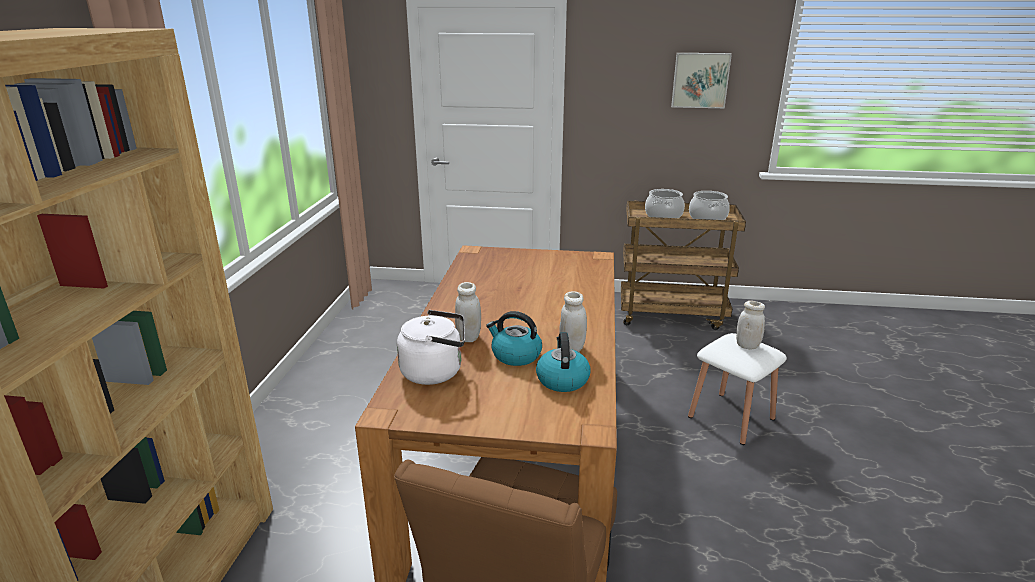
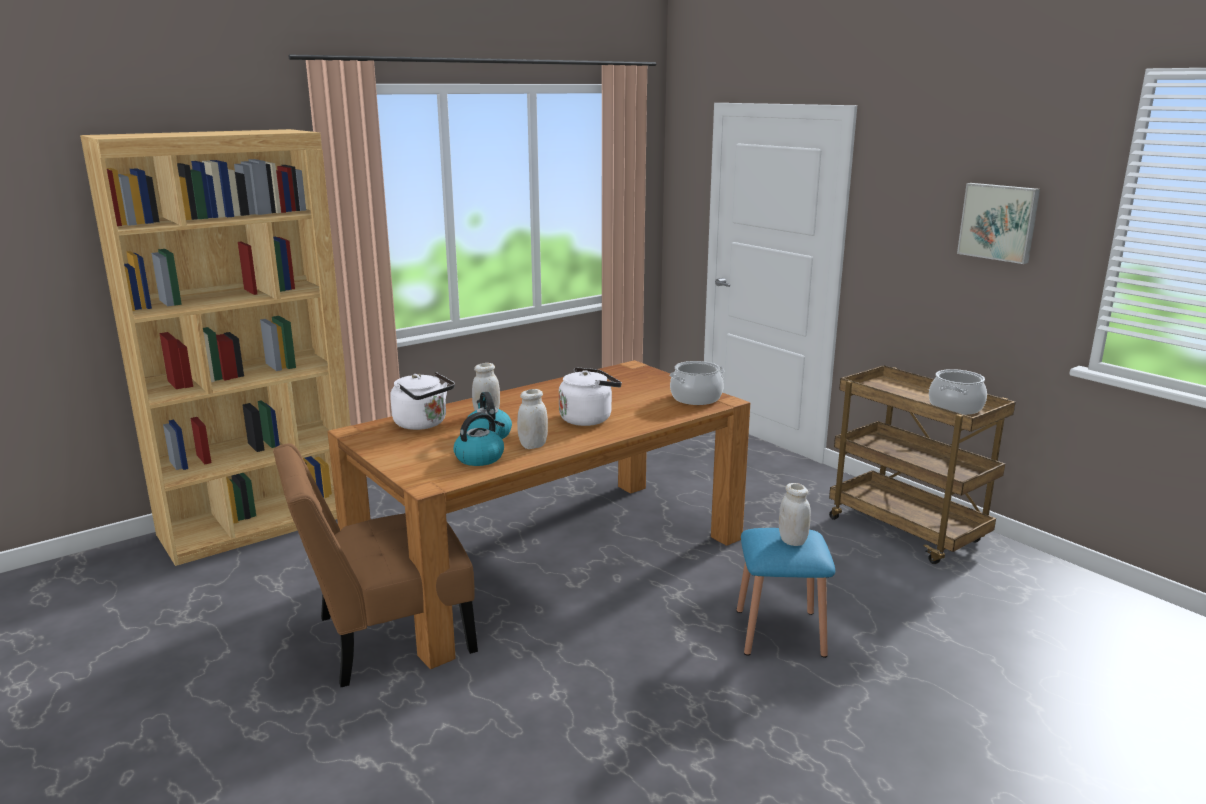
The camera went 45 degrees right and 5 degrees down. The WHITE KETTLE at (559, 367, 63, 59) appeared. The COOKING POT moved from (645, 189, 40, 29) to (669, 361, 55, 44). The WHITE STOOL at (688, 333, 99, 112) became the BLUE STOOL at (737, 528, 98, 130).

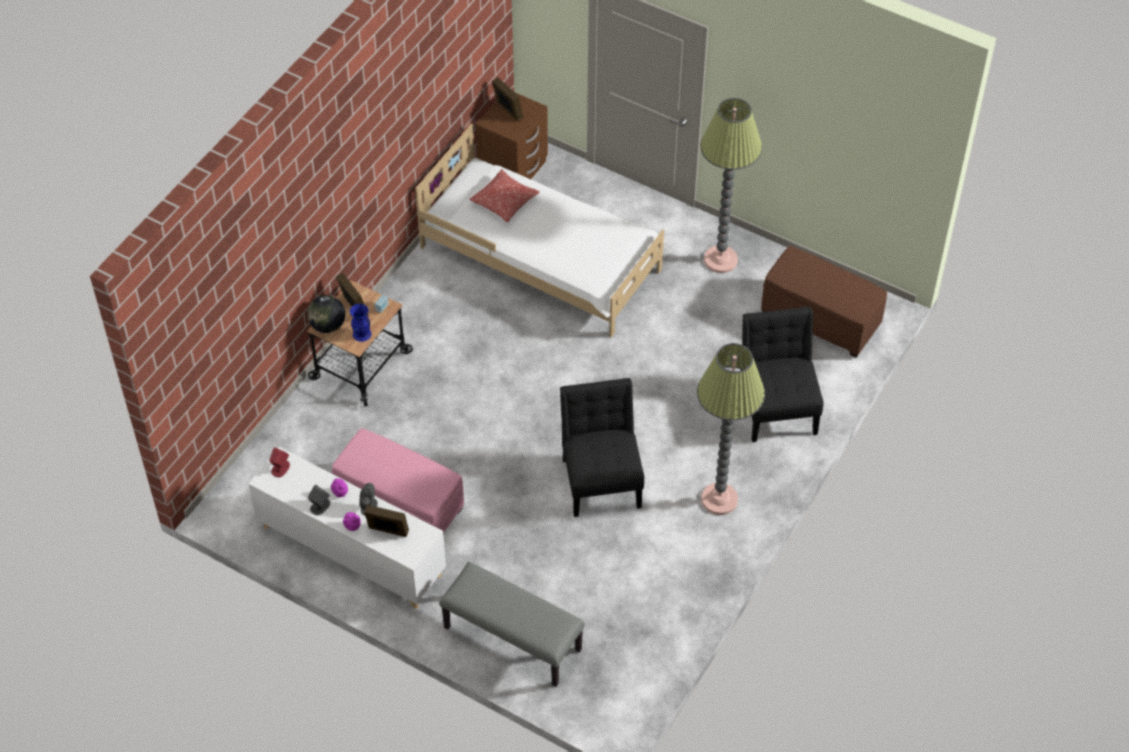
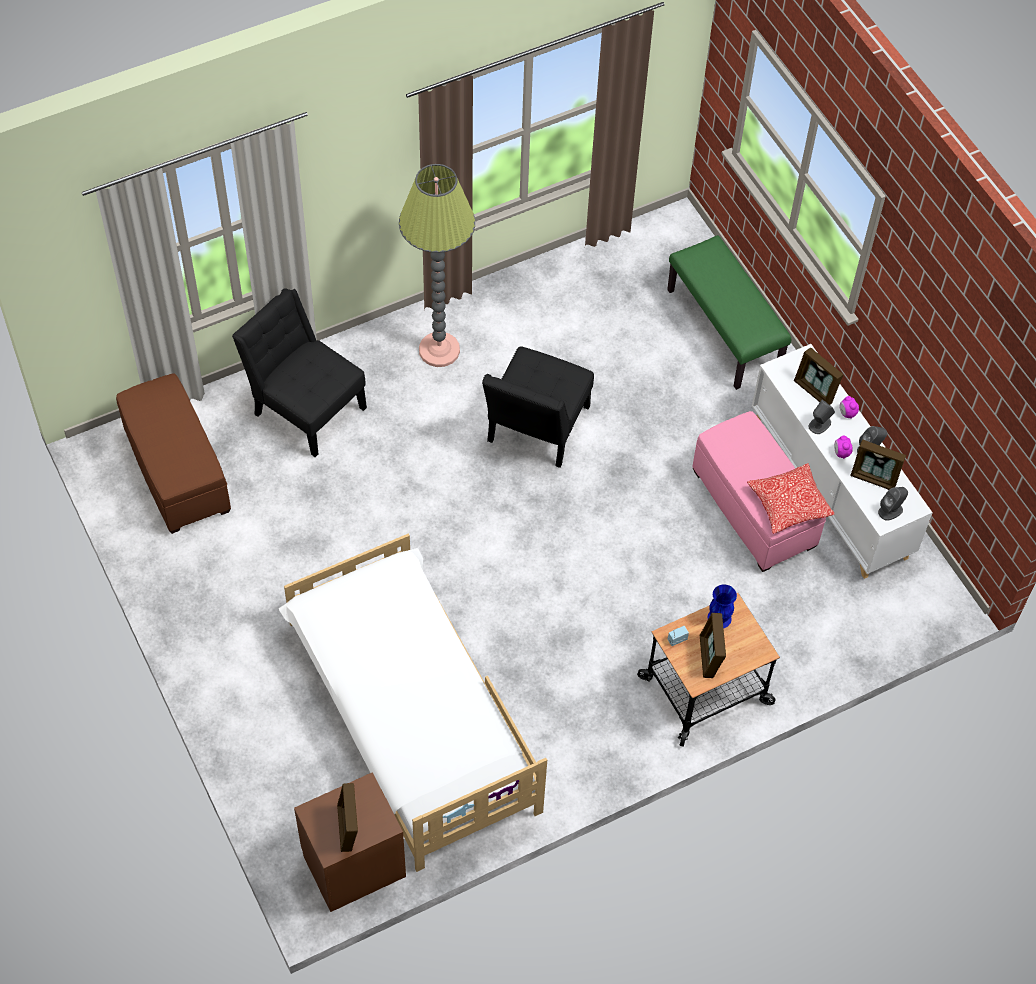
The camera went 150 degrees left and 5 degrees up. The GLOBE at (307, 295, 38, 38) disappeared. The FLOOR LAMP at (700, 98, 62, 175) disappeared. The PICTURE FRAME at (850, 440, 56, 50) appeared. The PILLOW moved from (470, 169, 70, 54) to (747, 463, 87, 71). The RED SPEAKER at (269, 447, 21, 30) became the GREY SPEAKER at (878, 487, 30, 34). The GREY BENCH at (439, 562, 146, 125) became the GREEN BENCH at (667, 235, 124, 155). The BLACK CHAIR at (740, 307, 84, 135) turned 105 degrees clockwise.

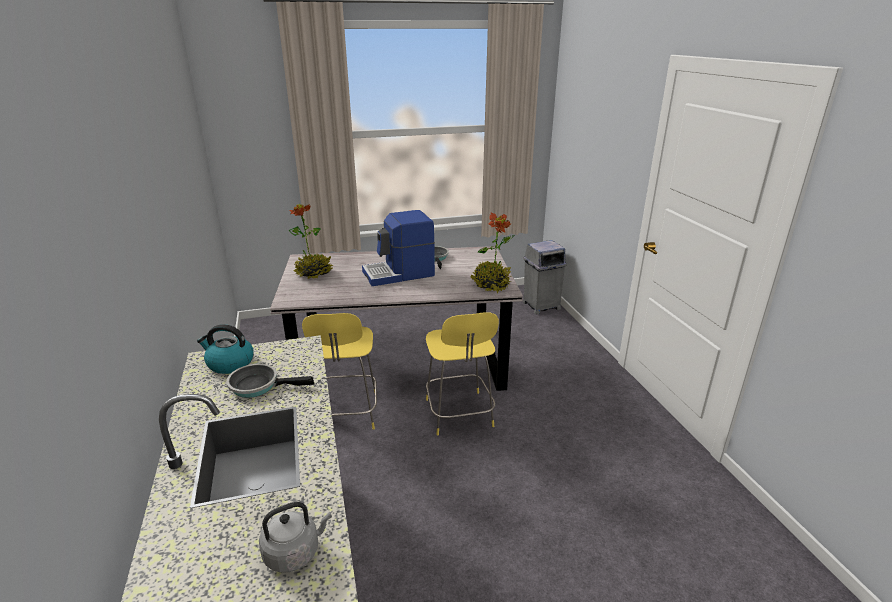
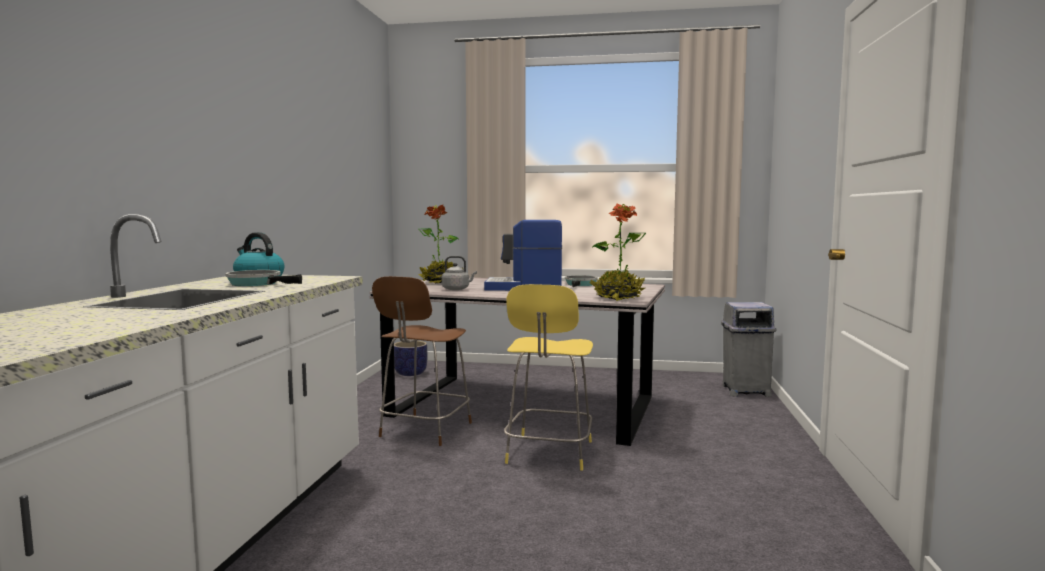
The camera went 25 degrees right and 20 degrees down. The PLANTER at (394, 341, 33, 35) appeared. The GREY KETTLE moved from (259, 502, 73, 71) to (442, 256, 35, 34). The YELLOW STOOL at (302, 313, 75, 117) became the BROWN STOOL at (372, 276, 100, 170).

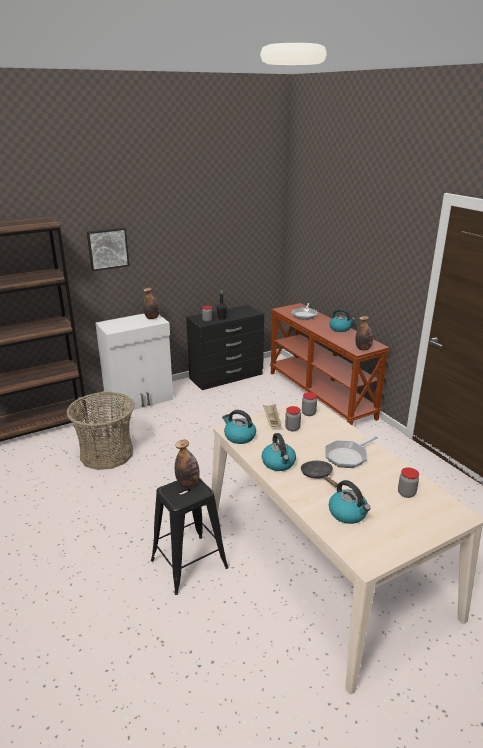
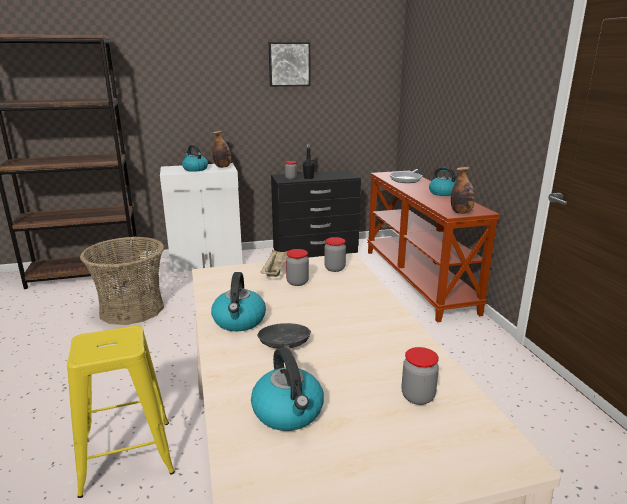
The camera went 15 degrees right and 5 degrees down. The BOTTLE at (175, 440, 25, 47) disappeared. The FRYING PAN at (325, 436, 53, 32) disappeared. The PICTURE moved from (87, 228, 42, 43) to (268, 42, 42, 45). The KETTLE moved from (222, 410, 34, 34) to (182, 145, 26, 27). The BLACK STOOL at (151, 477, 78, 118) became the YELLOW STOOL at (67, 326, 108, 172).

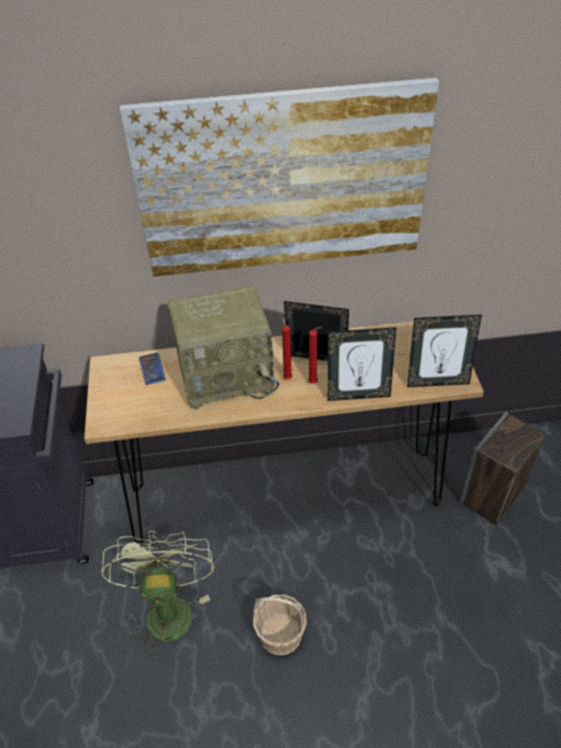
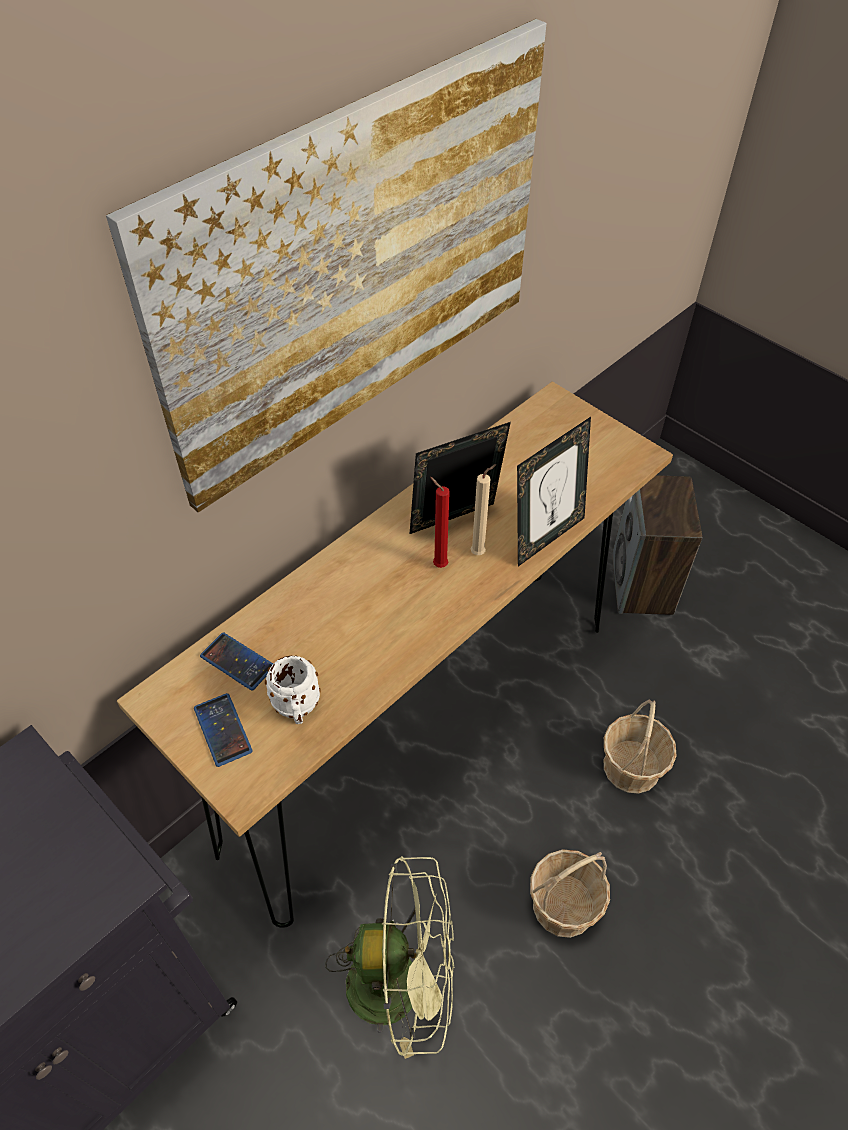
The camera went 40 degrees left and 5 degrees up. The RADIO at (168, 285, 111, 124) disappeared. The PICTURE FRAME at (407, 314, 75, 73) disappeared. The PHONE at (194, 693, 58, 74) appeared. The WHITE MUG at (265, 656, 55, 68) appeared. The BASKET at (604, 699, 73, 95) appeared. The RED CANDLE at (308, 327, 14, 57) became the BEIGE CANDLE at (471, 464, 26, 91). The GREEN FAN at (101, 531, 113, 126) turned 135 degrees clockwise.

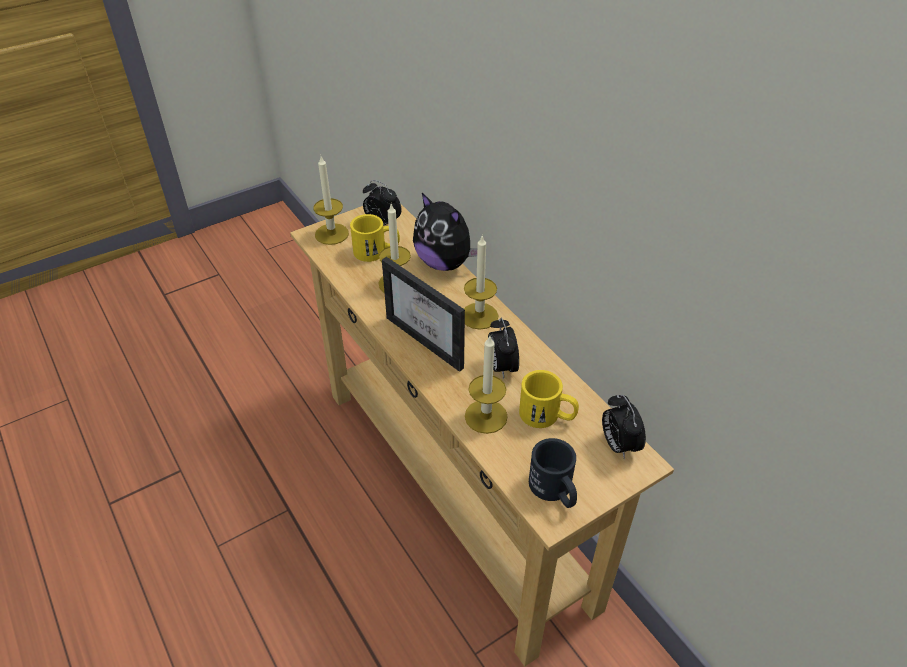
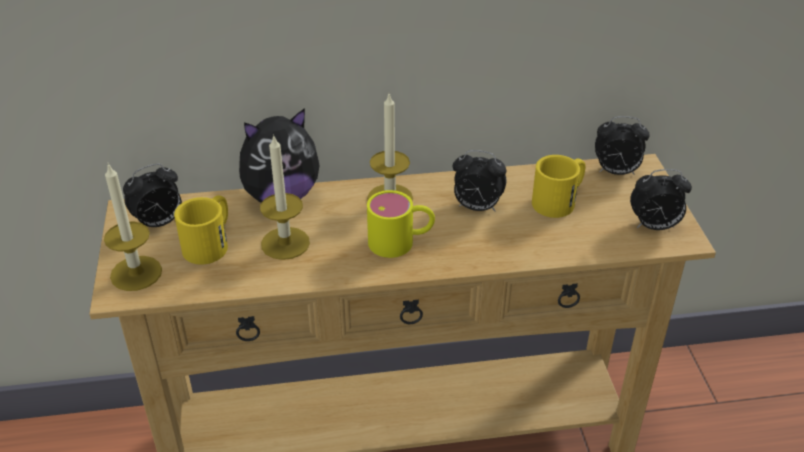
The camera went 65 degrees left and 5 degrees down. The CANDLE at (465, 336, 43, 98) disappeared. The PICTURE FRAME at (382, 257, 83, 115) was replaced by the YELLOW MUG at (367, 190, 68, 68). The BLACK MUG at (529, 438, 48, 70) was replaced by the ALARM CLOCK at (630, 169, 62, 61).

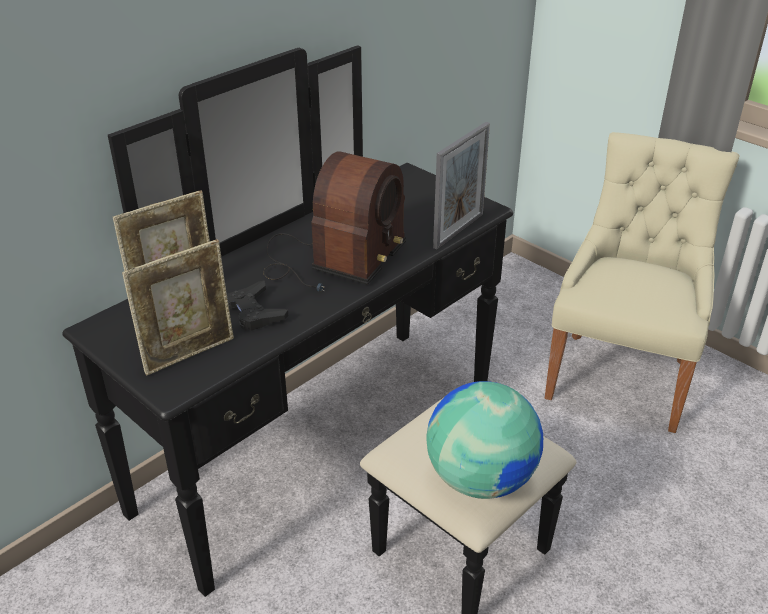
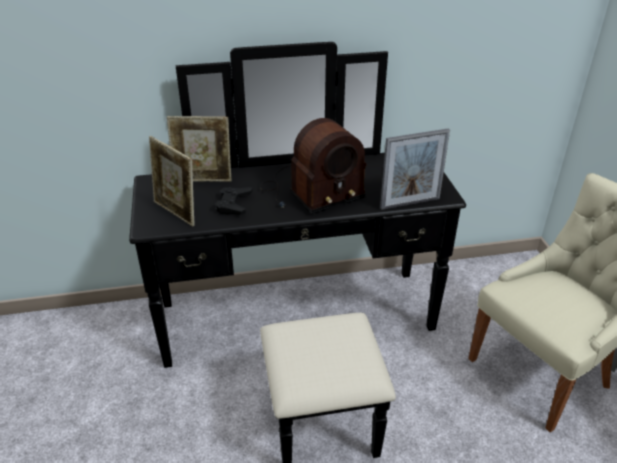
The camera went 35 degrees right and 0 degrees up. The GLOBE at (426, 381, 117, 118) disappeared. The PICTURE FRAME at (122, 239, 112, 137) turned 45 degrees clockwise.

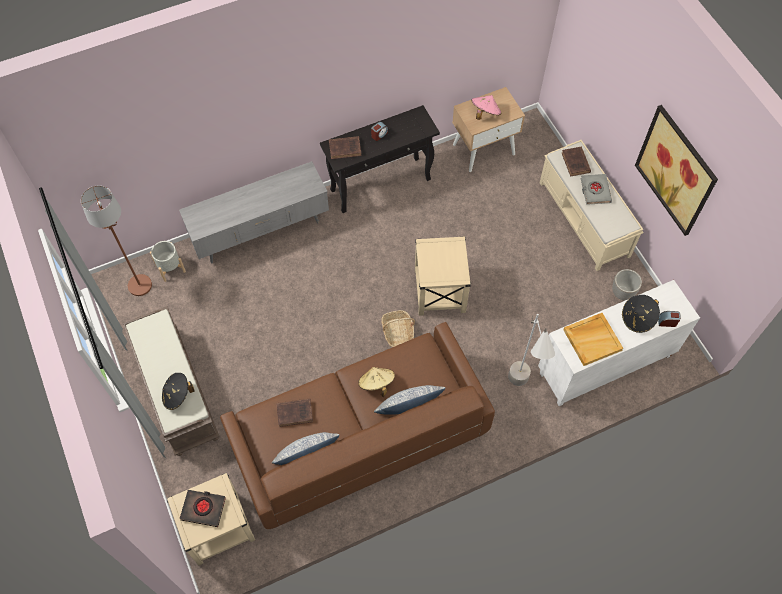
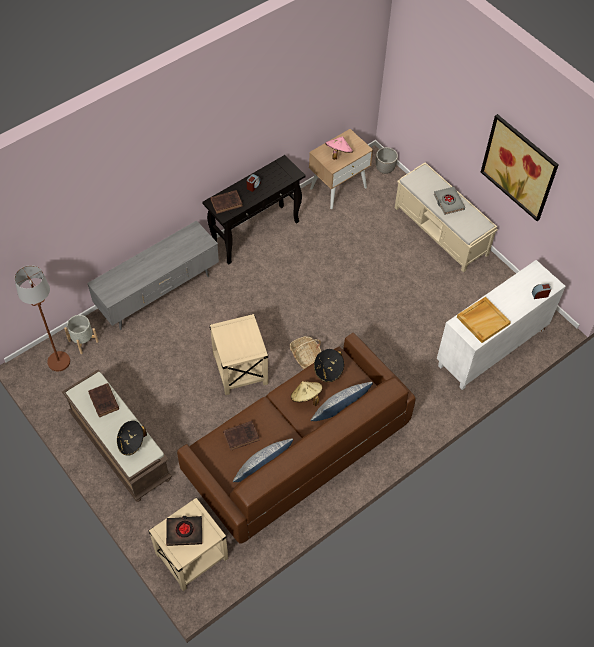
The camera went 15 degrees left and 5 degrees down. The GREY FLOOR LAMP at (508, 314, 47, 72) disappeared. The BEIGE SIDE TABLE moved from (415, 236, 56, 80) to (210, 314, 58, 81). The BROWN BOOK moved from (562, 147, 29, 29) to (88, 383, 31, 34). The PLANTER moved from (612, 269, 30, 31) to (376, 147, 22, 27). The BLACK HAT moved from (622, 295, 38, 38) to (314, 349, 30, 33).

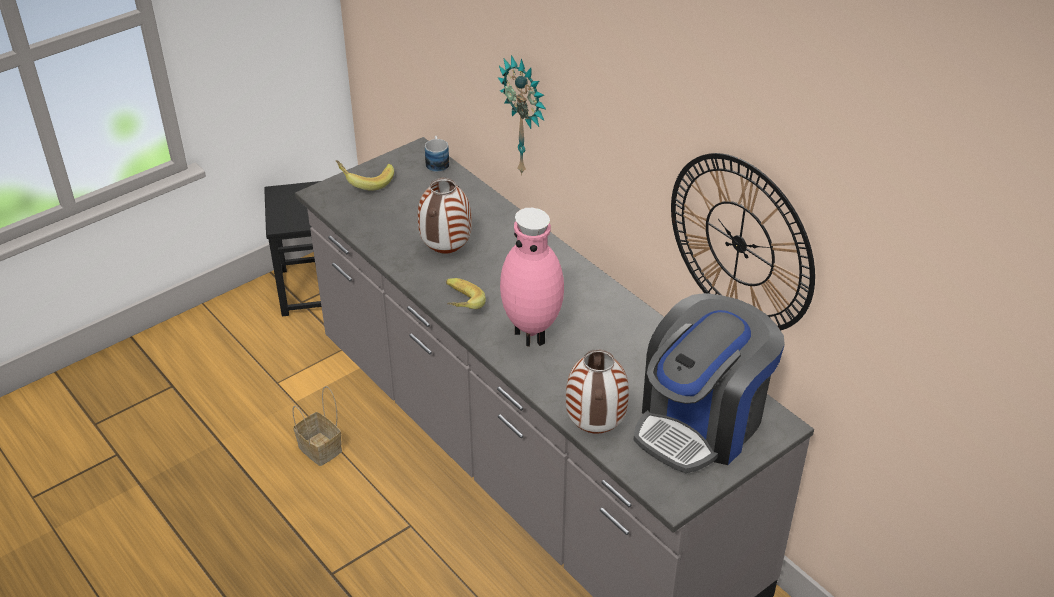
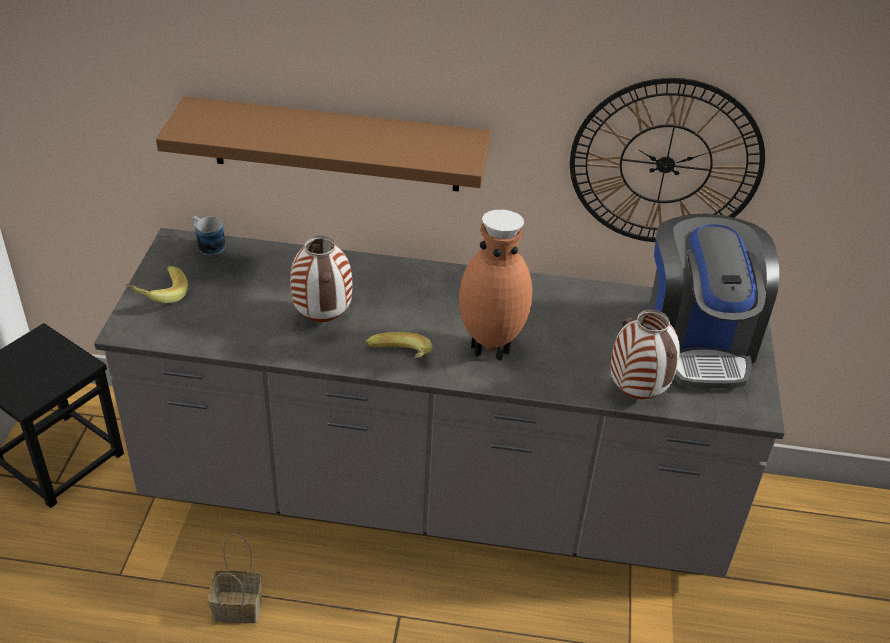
The camera went 45 degrees left and 0 degrees up. The WALL CLOCK at (497, 55, 49, 121) was replaced by the BROWN SHELF at (156, 96, 335, 96). The PINK VASE at (500, 208, 64, 139) became the BROWN VASE at (459, 210, 73, 151).

